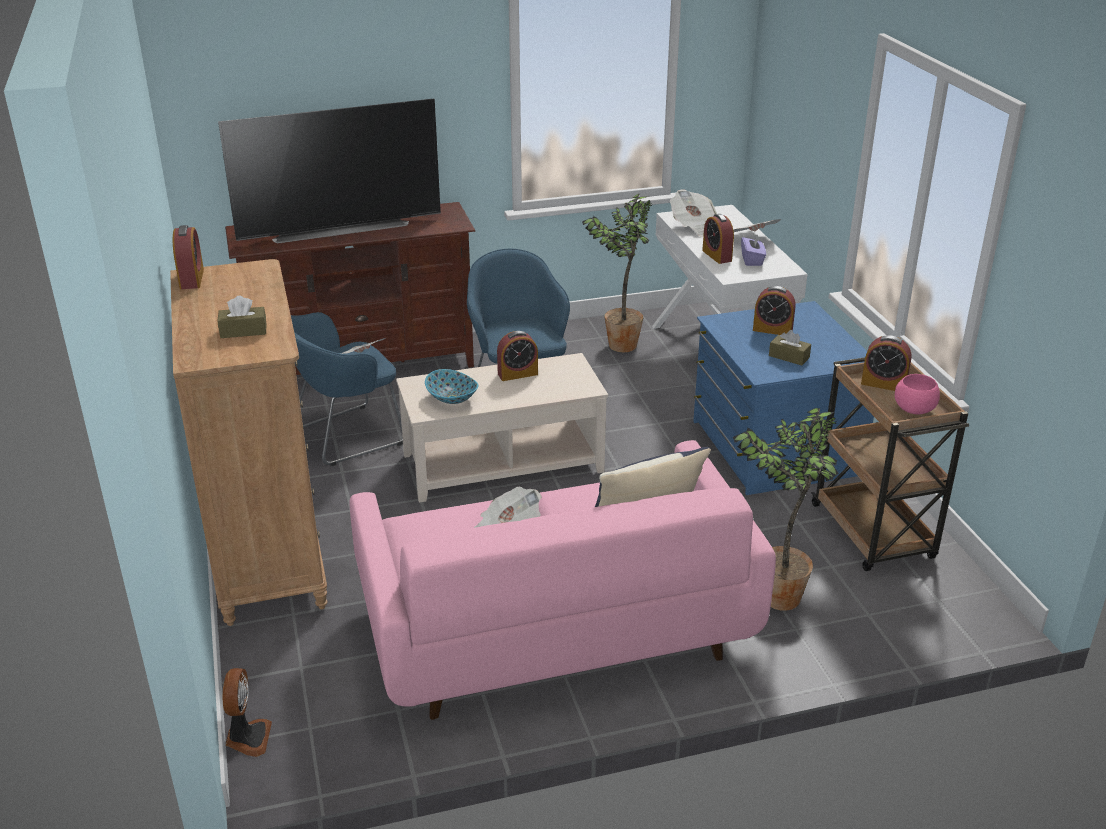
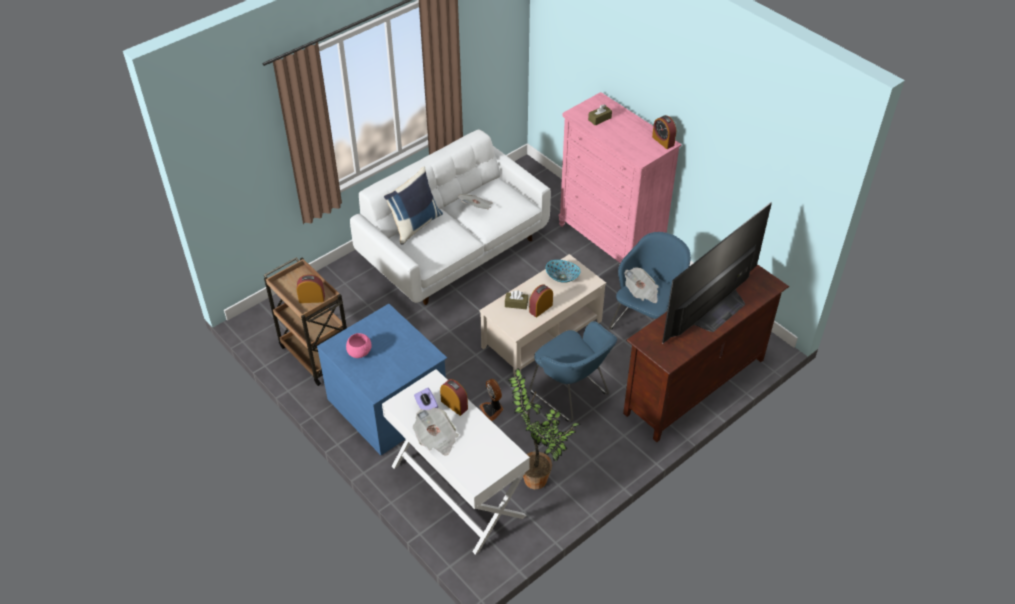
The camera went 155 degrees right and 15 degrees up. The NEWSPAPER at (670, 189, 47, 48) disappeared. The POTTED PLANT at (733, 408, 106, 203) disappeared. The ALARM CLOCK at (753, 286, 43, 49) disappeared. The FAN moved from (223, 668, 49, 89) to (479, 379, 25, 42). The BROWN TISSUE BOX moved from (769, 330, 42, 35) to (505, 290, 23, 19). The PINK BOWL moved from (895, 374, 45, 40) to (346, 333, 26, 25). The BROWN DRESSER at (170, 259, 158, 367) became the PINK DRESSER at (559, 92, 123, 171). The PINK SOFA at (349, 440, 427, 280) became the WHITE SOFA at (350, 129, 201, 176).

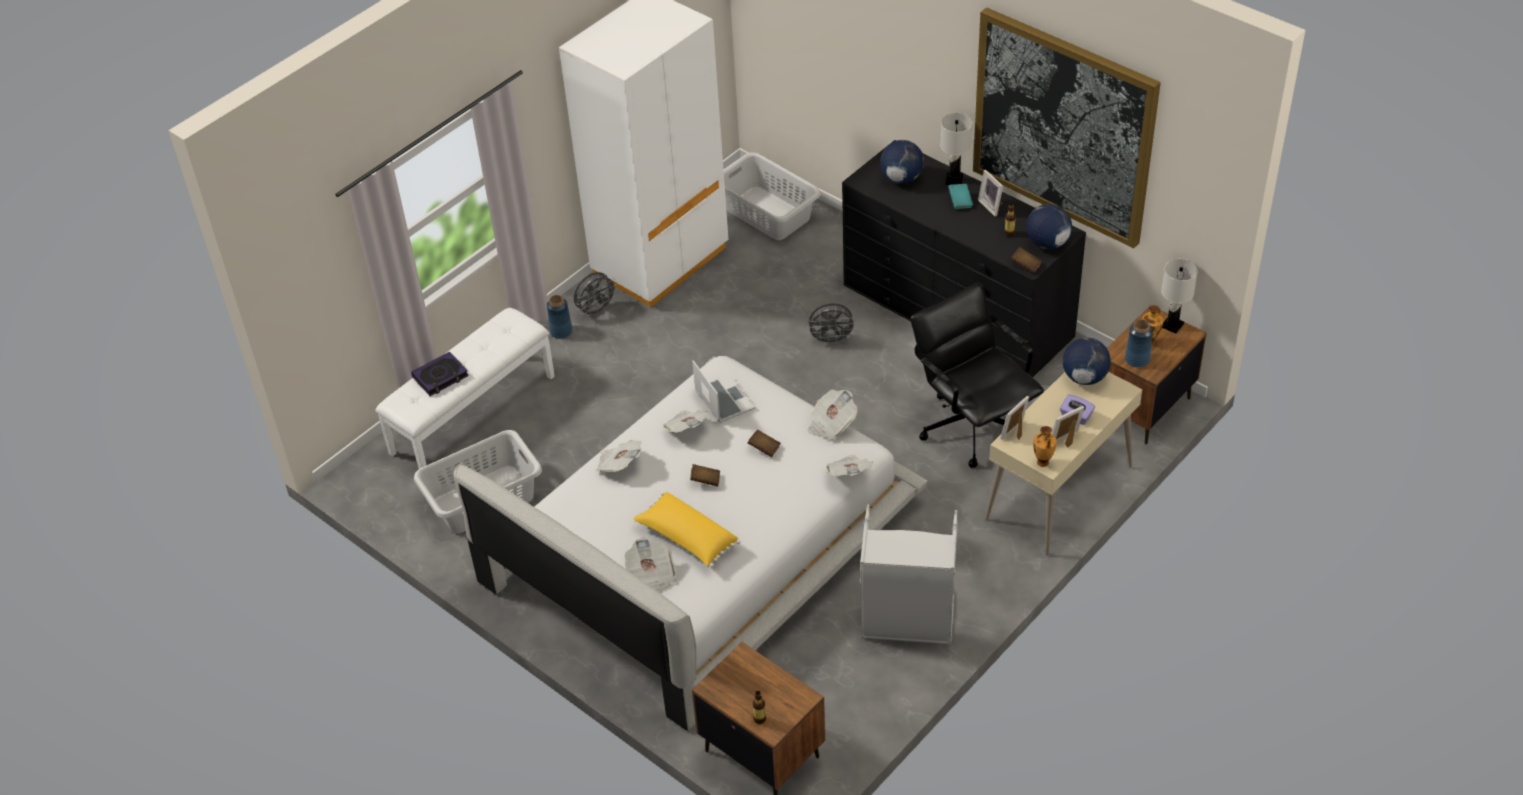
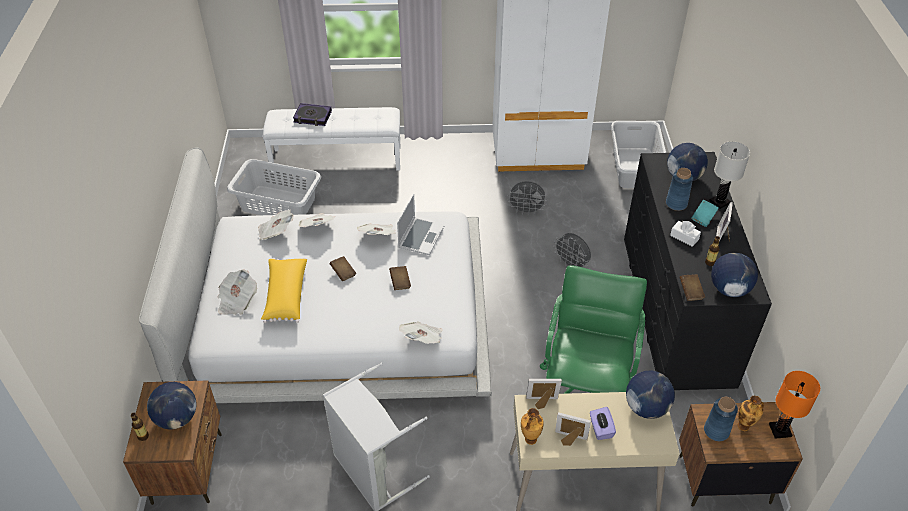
The camera went 45 degrees right and 0 degrees up. The PICTURE at (973, 7, 188, 241) disappeared. The GLOBE at (147, 382, 49, 48) appeared. The WHITE TISSUE BOX at (670, 221, 31, 26) appeared. The BLUE VASE moved from (547, 295, 26, 44) to (666, 168, 27, 43). The GREY FAN moved from (573, 272, 45, 45) to (507, 181, 40, 31). The NEWSPAPER moved from (808, 389, 49, 51) to (258, 210, 36, 30). The BLACK OFFICE CHAIR at (911, 283, 133, 185) became the GREEN OFFICE CHAIR at (540, 265, 107, 129). The WHITE TABLE LAMP at (1161, 259, 37, 74) became the ORANGE TABLE LAMP at (769, 371, 51, 68).

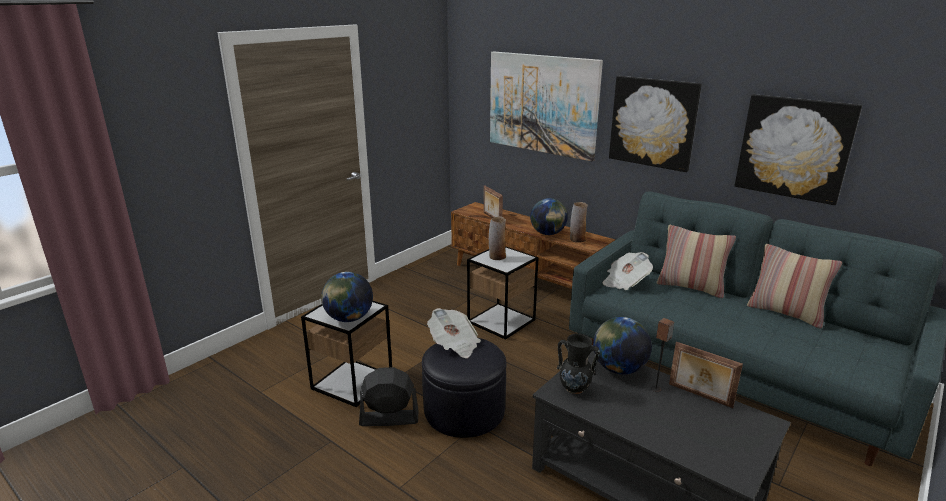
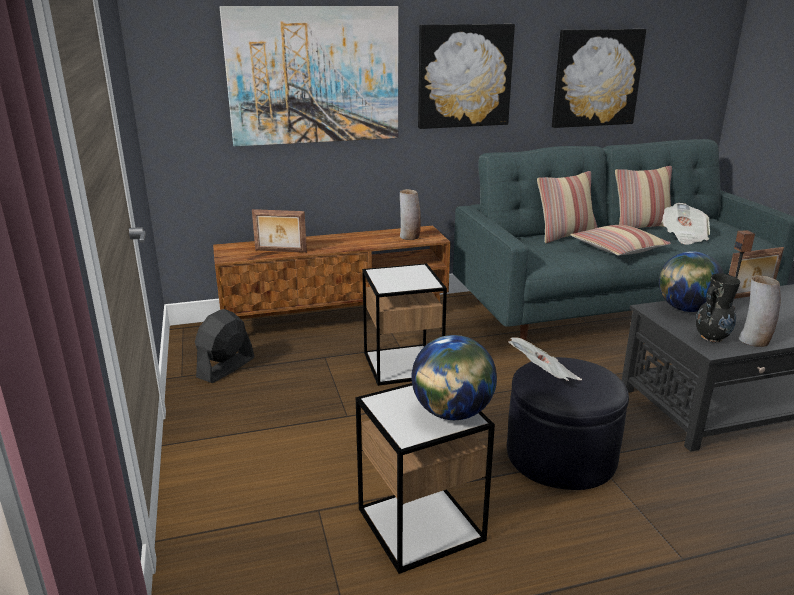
The camera went 55 degrees left and 0 degrees up. The GLOBE at (530, 198, 38, 37) disappeared. The PILLOW at (570, 224, 101, 32) appeared. The BLACK FAN moved from (359, 367, 59, 59) to (195, 309, 59, 74). The VASE moved from (489, 217, 17, 43) to (739, 275, 42, 72). The NEWSPAPER moved from (603, 252, 50, 38) to (662, 203, 48, 42).

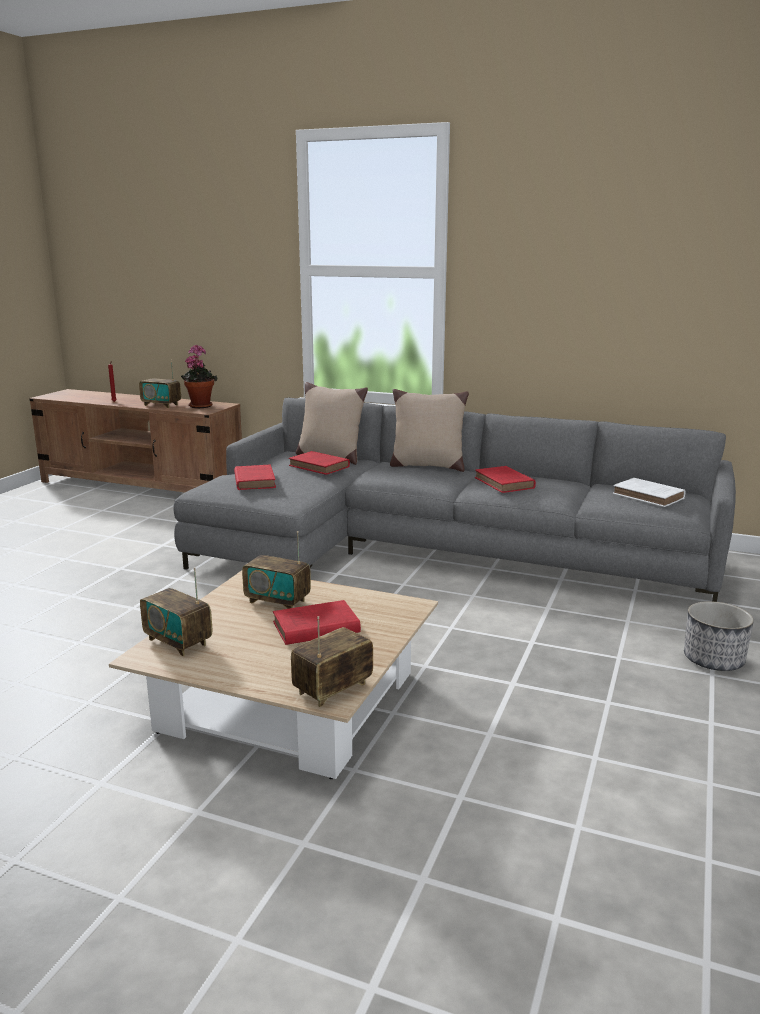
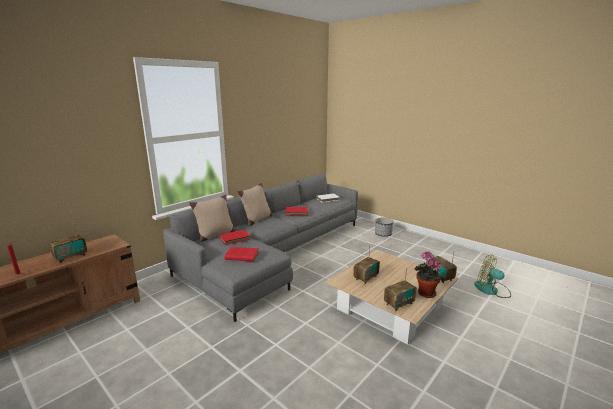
The camera went 70 degrees left and 0 degrees up. The RED BOOK at (273, 600, 88, 45) disappeared. The FAN at (474, 255, 37, 43) appeared. The POTTED PLANT moved from (181, 345, 37, 63) to (415, 251, 27, 47).

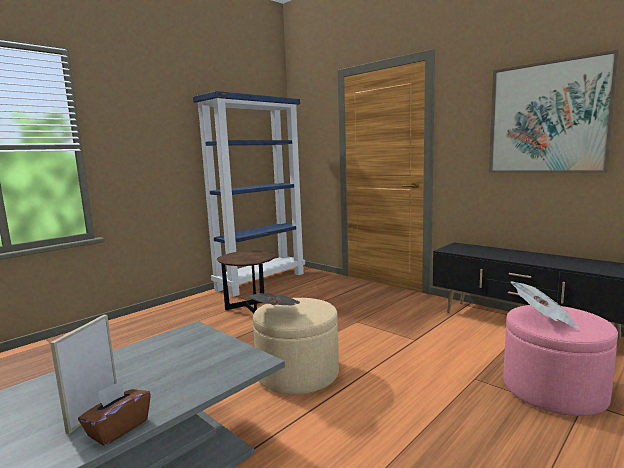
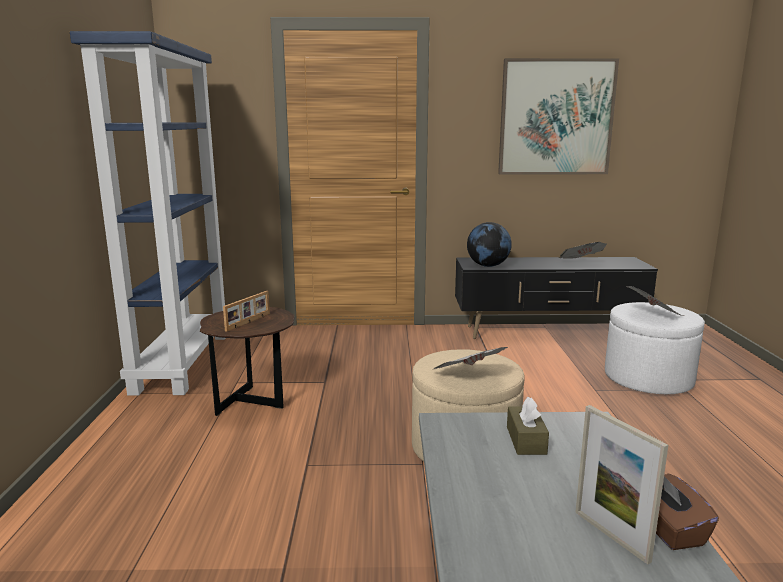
The camera went 45 degrees left and 5 degrees up. The PICTURE FRAME at (223, 291, 47, 41) appeared. The GLOBE at (467, 222, 45, 45) appeared. The BROWN TISSUE BOX at (507, 397, 42, 58) appeared. The NEWSPAPER at (559, 242, 48, 17) appeared. The PINK OTTOMAN at (503, 305, 115, 111) became the WHITE OTTOMAN at (605, 302, 100, 92).

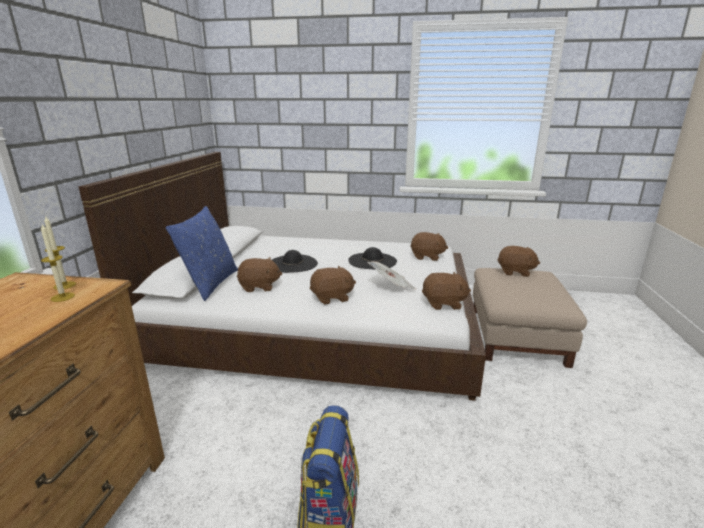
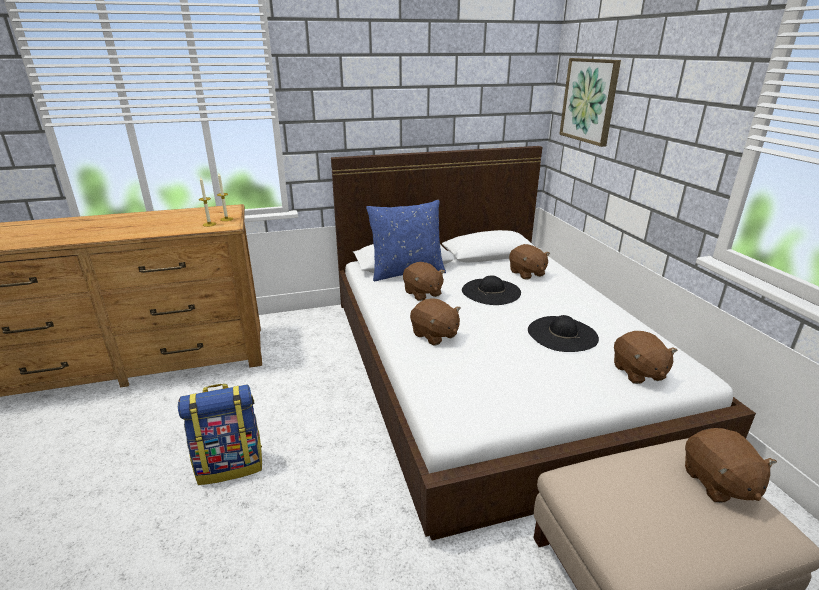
The camera went 65 degrees right and 5 degrees up. The NEWSPAPER at (367, 261, 49, 28) disappeared. The PICTURE at (559, 58, 62, 89) appeared. The BROWN PLUSH TOY moved from (422, 272, 49, 38) to (509, 244, 41, 36).

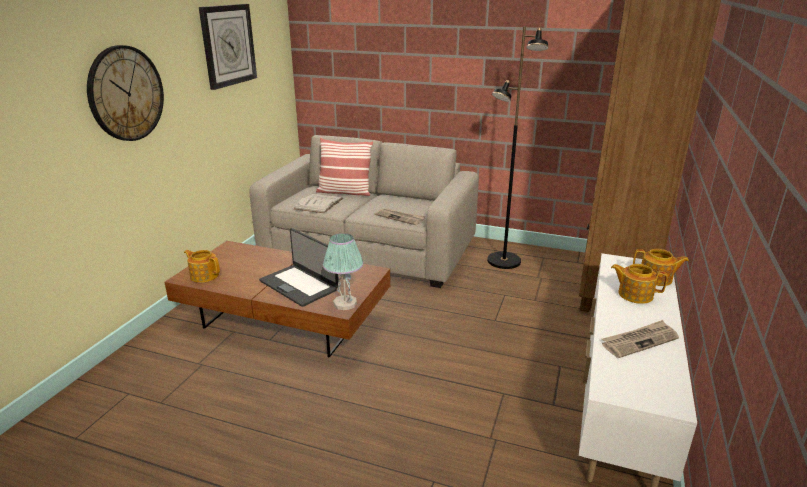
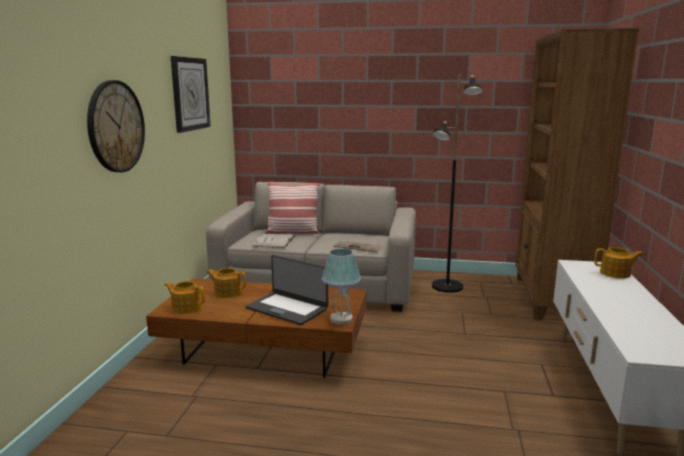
The camera went 10 degrees left and 10 degrees down. The NEWSPAPER at (602, 320, 77, 38) disappeared. The TEAPOT moved from (611, 264, 56, 40) to (207, 268, 39, 30).

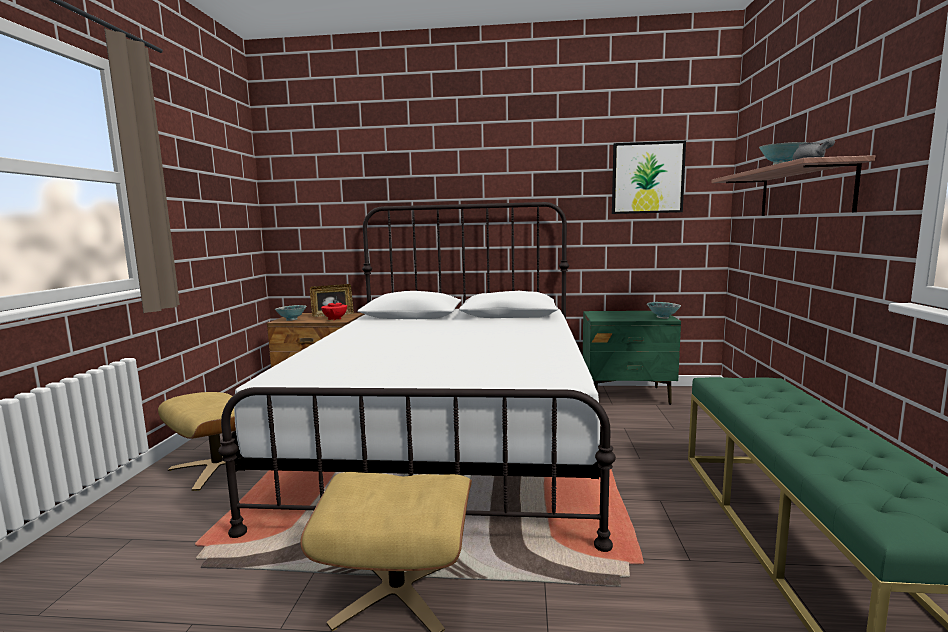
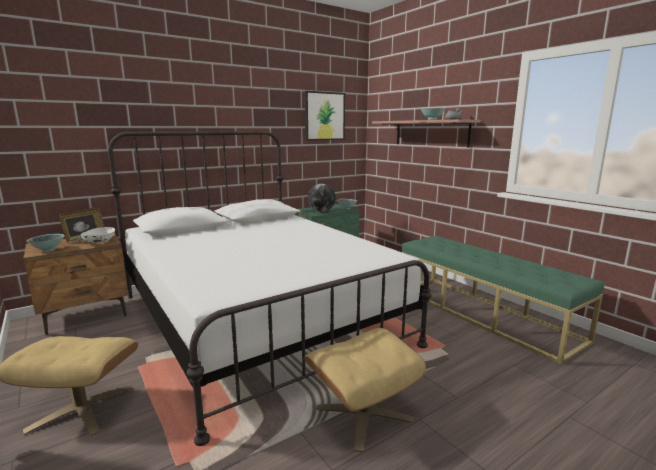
The camera went 40 degrees left and 5 degrees up. The GLOBE at (308, 184, 28, 28) appeared. The RED TEAPOT at (321, 296, 26, 25) was replaced by the WHITE BOWL at (81, 227, 34, 17).

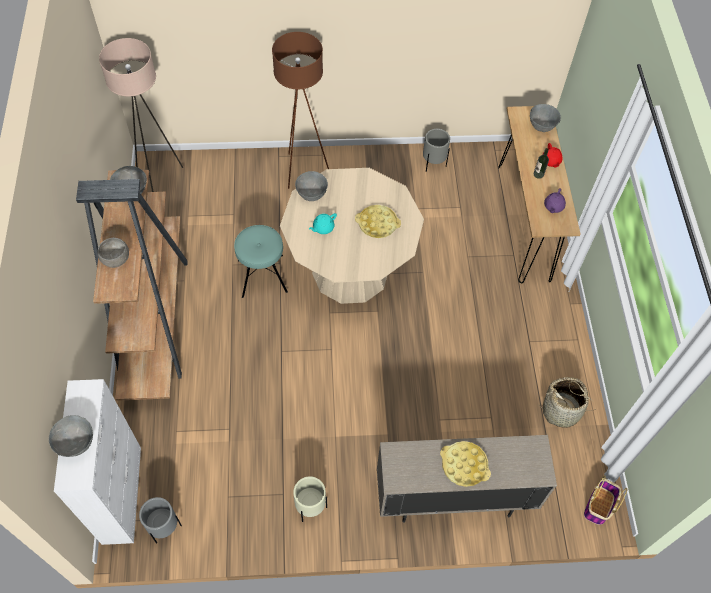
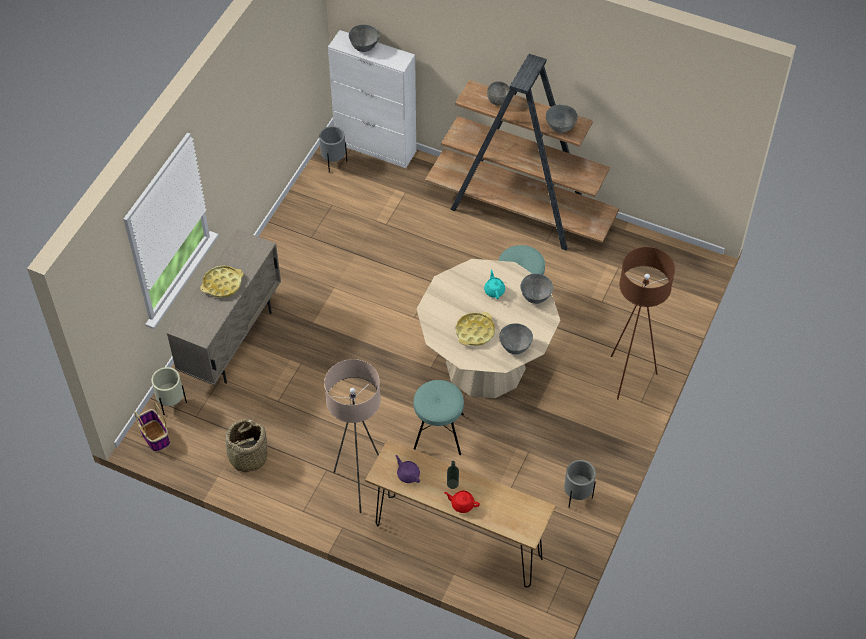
The camera went 120 degrees right and 5 degrees down. The TURQUOISE STOOL at (414, 380, 50, 75) appeared. The BEIGE FLOOR LAMP moved from (99, 38, 84, 154) to (324, 359, 57, 154). The BEIGE PLANTER moved from (293, 476, 34, 46) to (151, 367, 36, 48). The GREY BOWL moved from (530, 104, 31, 28) to (499, 323, 34, 31).

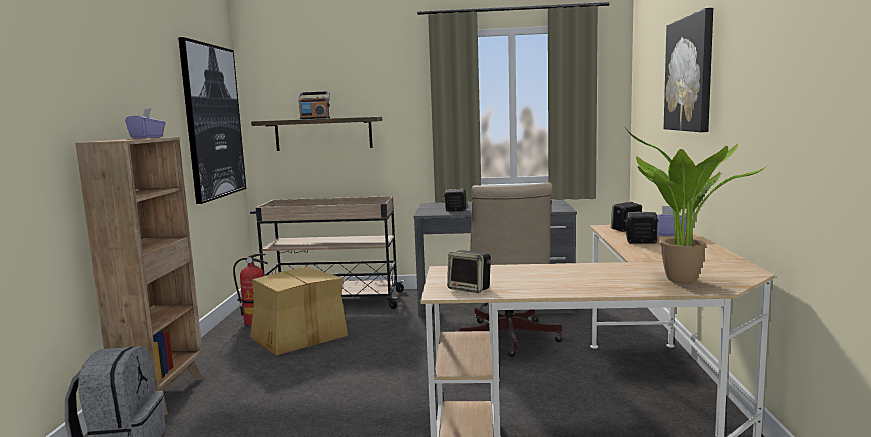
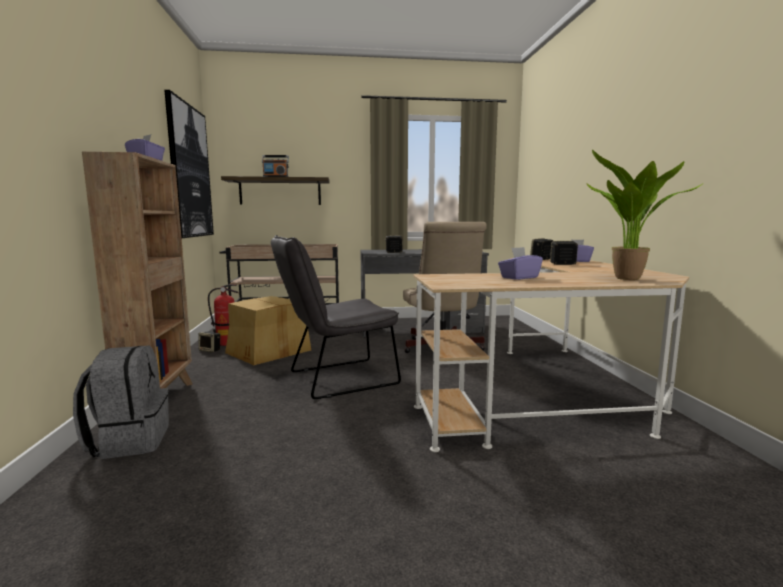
The camera went 10 degrees left and 0 degrees up. The PICTURE at (664, 8, 49, 124) disappeared. The GREY CHAIR at (271, 235, 130, 164) appeared. The PURPLE TISSUE BOX at (498, 247, 45, 33) appeared. The SPEAKER moved from (447, 250, 45, 43) to (198, 332, 22, 21).

